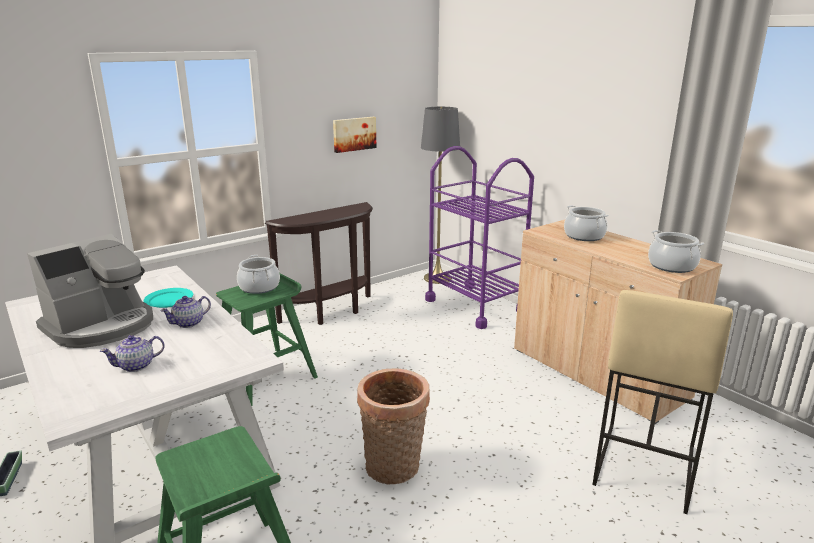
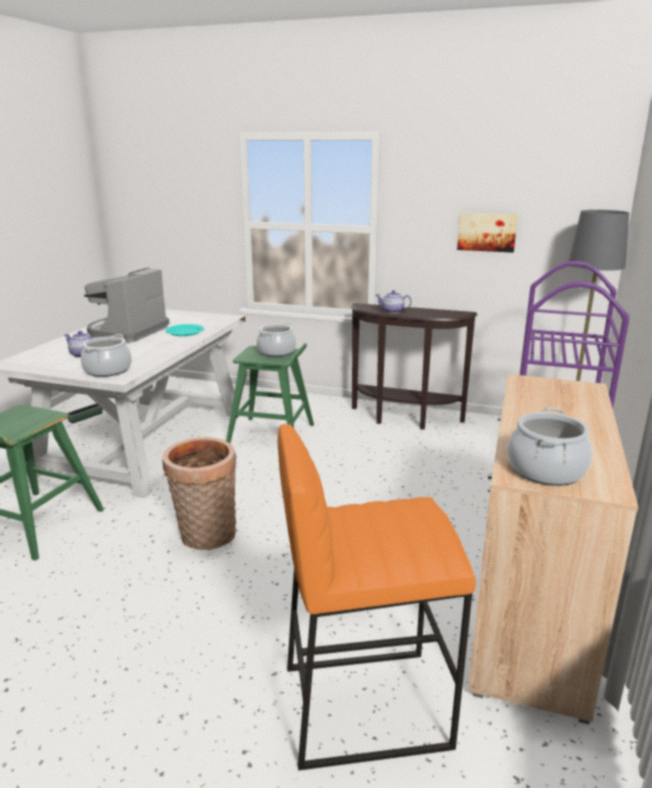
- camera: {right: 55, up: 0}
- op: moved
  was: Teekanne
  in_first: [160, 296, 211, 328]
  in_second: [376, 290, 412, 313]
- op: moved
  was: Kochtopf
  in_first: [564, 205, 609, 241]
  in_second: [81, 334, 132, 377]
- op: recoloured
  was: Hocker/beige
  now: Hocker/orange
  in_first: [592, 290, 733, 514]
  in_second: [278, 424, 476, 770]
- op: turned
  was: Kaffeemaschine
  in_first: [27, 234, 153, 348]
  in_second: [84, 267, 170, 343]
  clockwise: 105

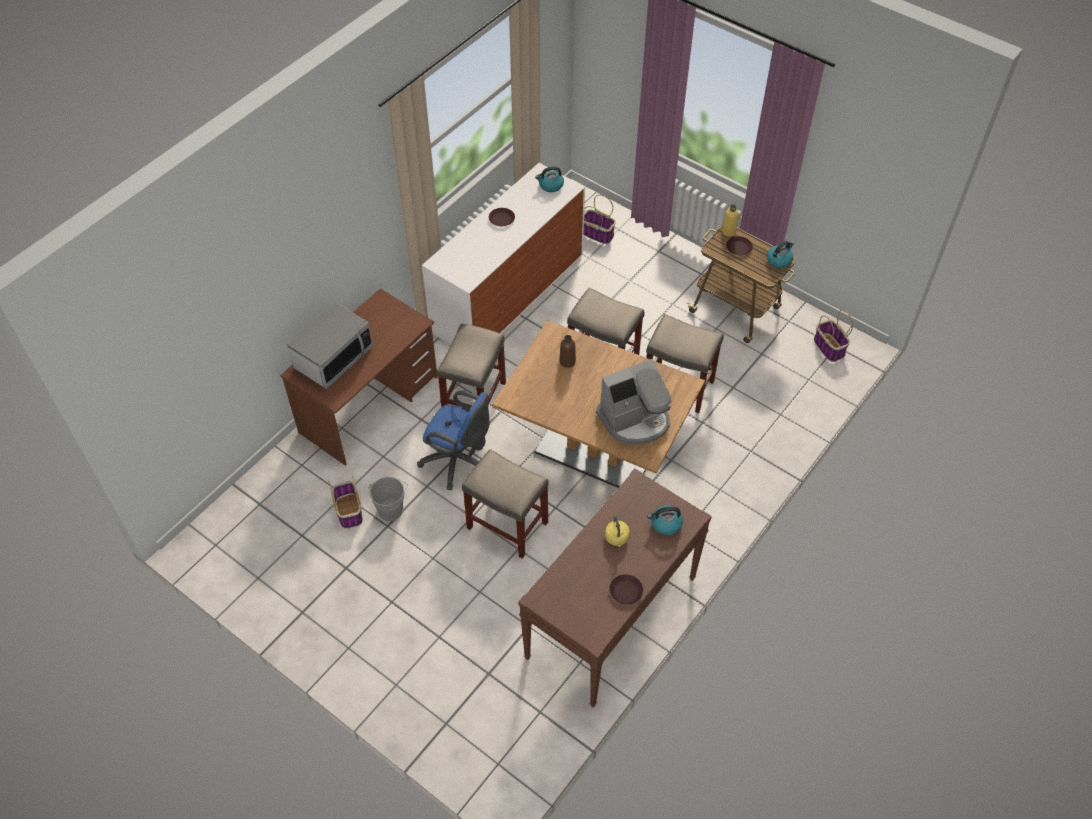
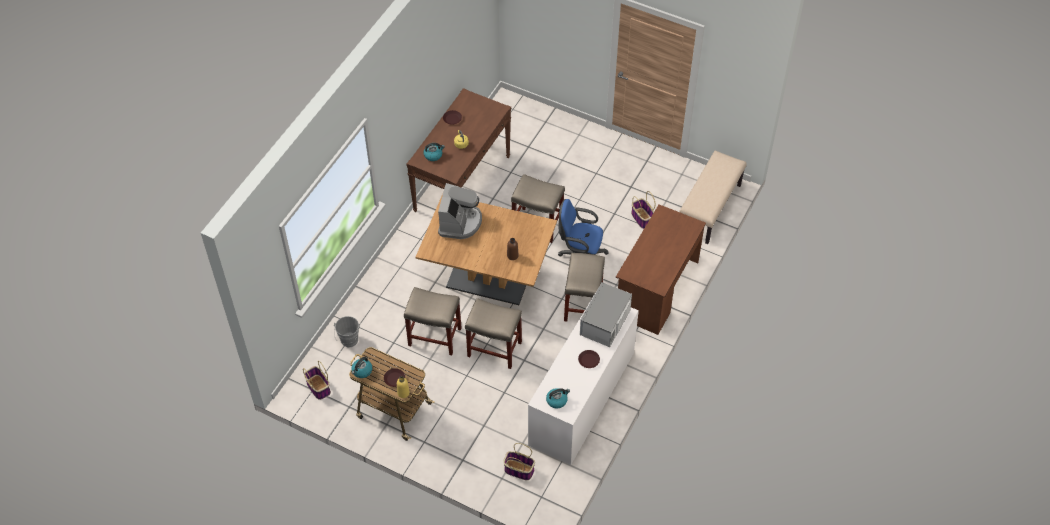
- camera: {right: 170, up: 0}
- op: added
  now: Bank/beige
  in_second: [679, 151, 747, 244]
- op: moved
  was: Mikrowelle
  in_first: [287, 302, 373, 389]
  in_second: [580, 282, 632, 347]
- op: moved
  was: Eimer/grau
  in_first: [368, 477, 408, 521]
  in_second: [334, 316, 360, 347]
- op: turned
  was: Kaffeemaschine
  in_first: [596, 359, 672, 445]
  in_second: [438, 183, 482, 239]
  clockwise: 135

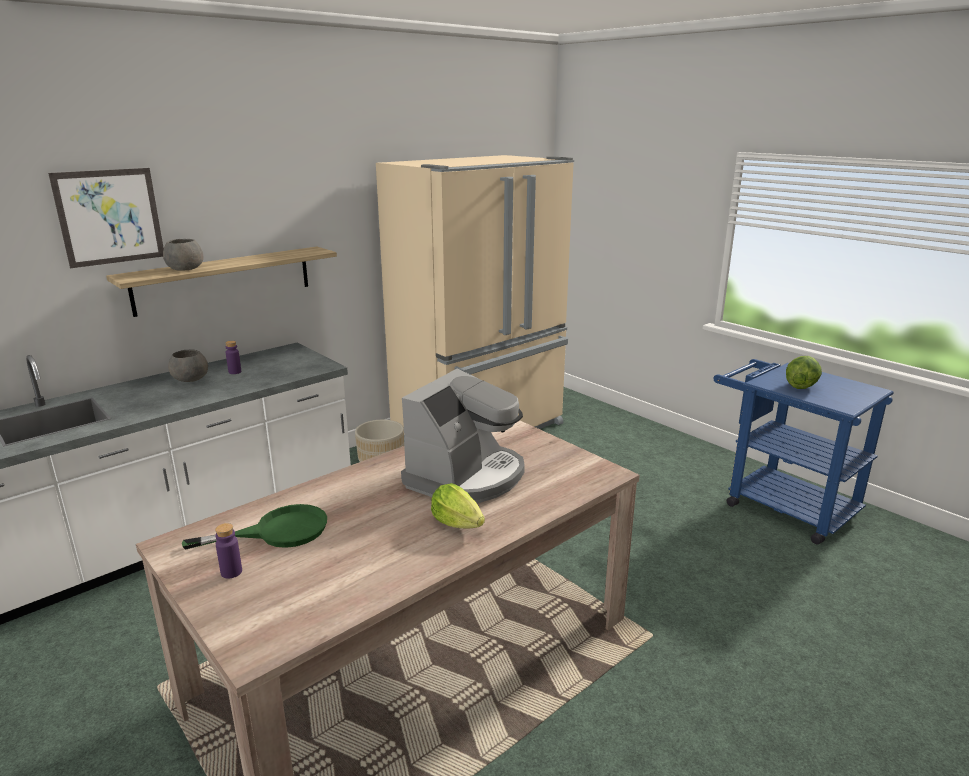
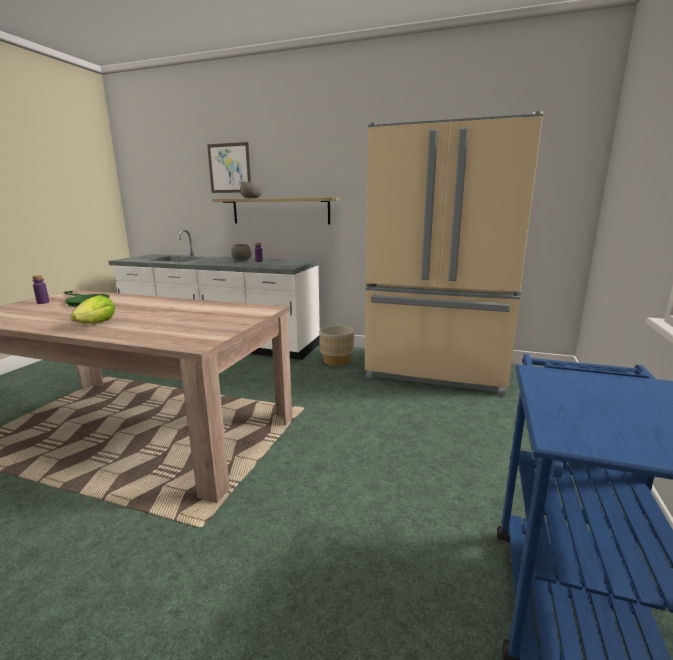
- camera: {right: 60, up: -5}
- op: removed
  was: Kaffeemaschine
  in_first: [401, 368, 525, 503]
- op: removed
  was: Salatkopf
  in_first: [786, 356, 822, 389]

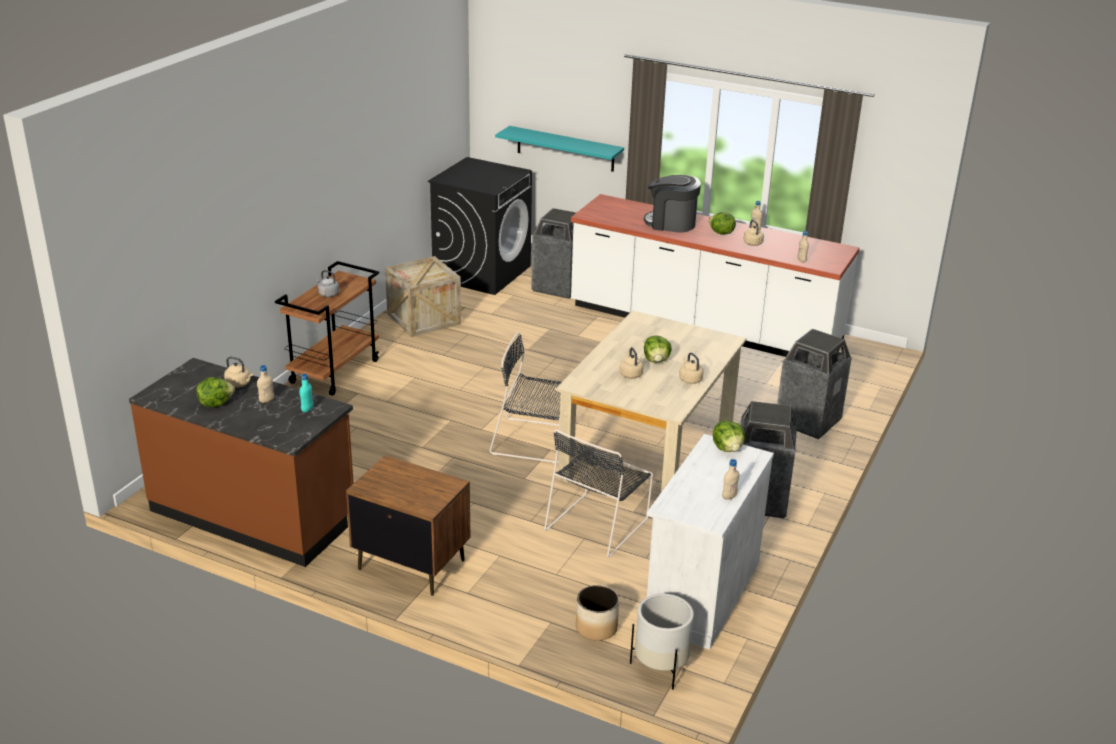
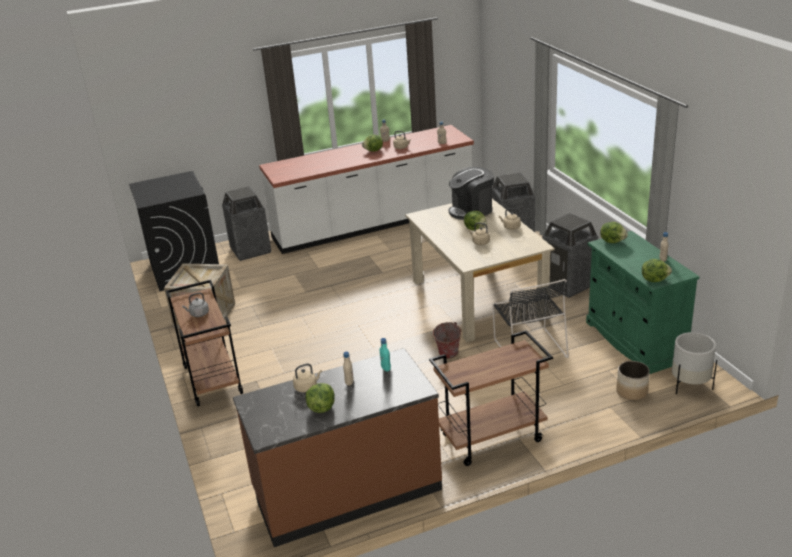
- camera: {right: -45, up: 0}
- op: removed
  was: Stuhl/schwarz
  in_first: [490, 332, 561, 463]
- op: removed
  was: Wandregal/türkis
  in_first: [495, 126, 624, 172]
- op: added
  now: Eimer
  in_second: [431, 322, 461, 359]
- op: added
  now: Salatkopf
  in_second: [642, 259, 672, 282]
- op: moved
  was: Kaffeemaschine
  in_first: [644, 175, 701, 233]
  in_second: [449, 167, 494, 220]
- op: replaced
  was: Nachttisch/braun
  now: Rollwagen/braun
  in_first: [346, 455, 470, 596]
  in_second: [429, 330, 553, 466]
- op: recoloured
  was: Schrank/weiß
  now: Schrank/grün
  in_first: [647, 434, 774, 650]
  in_second: [586, 231, 699, 374]

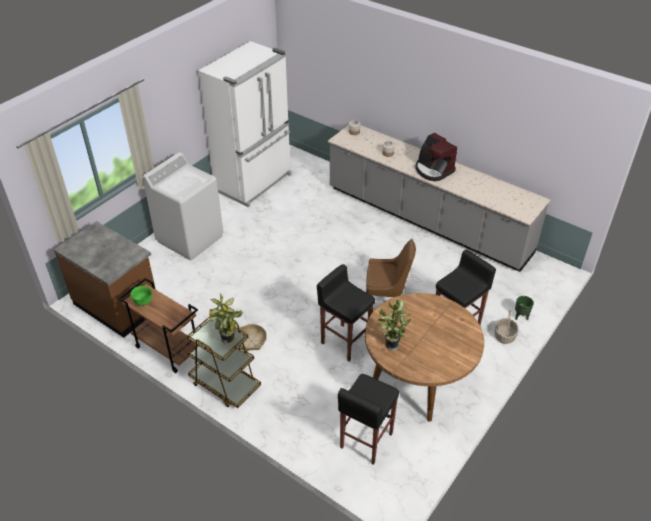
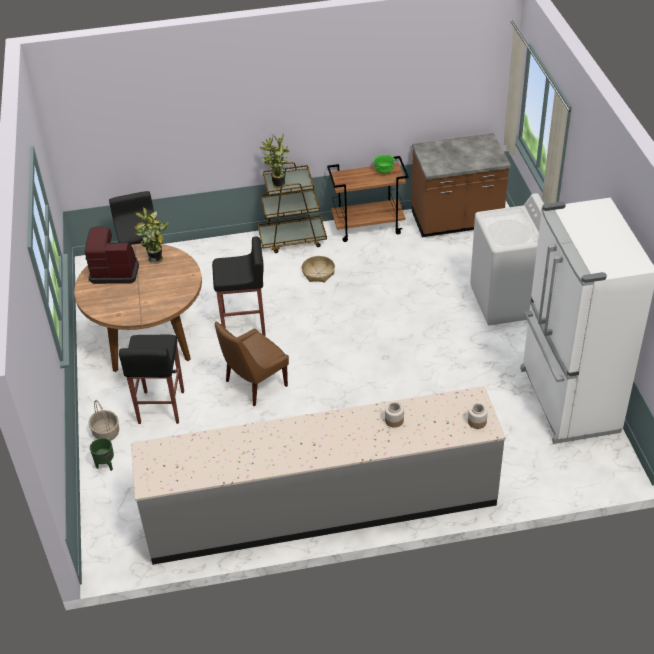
- camera: {right: 135, up: 0}
- op: moved
  was: Kaffeemaschine
  in_first: [415, 133, 457, 181]
  in_second: [85, 226, 139, 284]

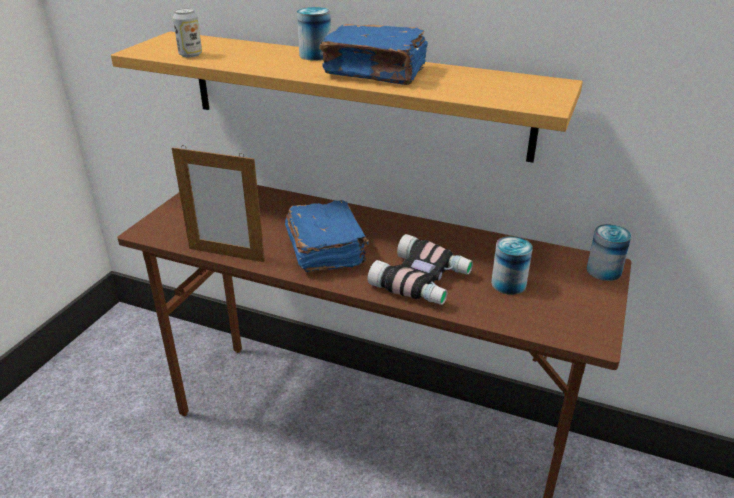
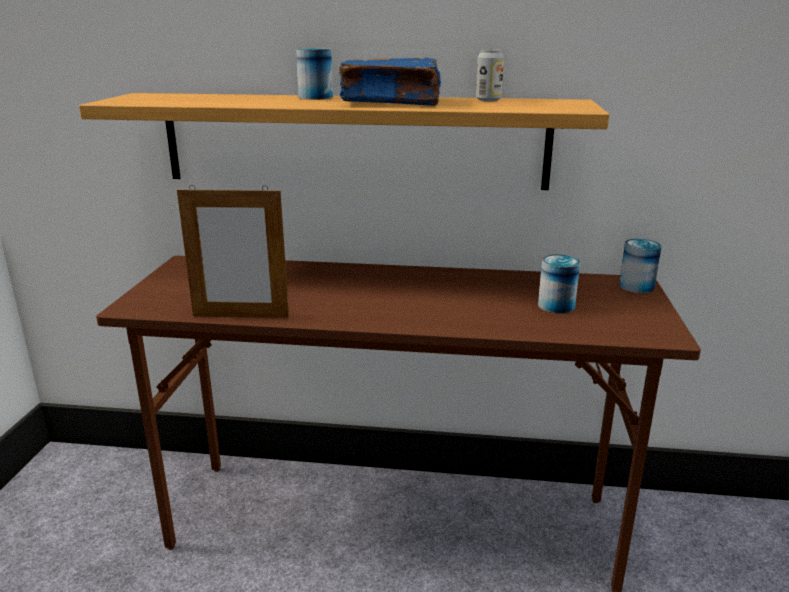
- camera: {right: -15, up: -10}
- op: removed
  was: Buch/blau
  in_first: [285, 200, 369, 272]
- op: removed
  was: Fernglas
  in_first: [367, 234, 473, 305]
- op: moved
  was: Dose
  in_first: [173, 8, 202, 58]
  in_second: [476, 49, 504, 102]

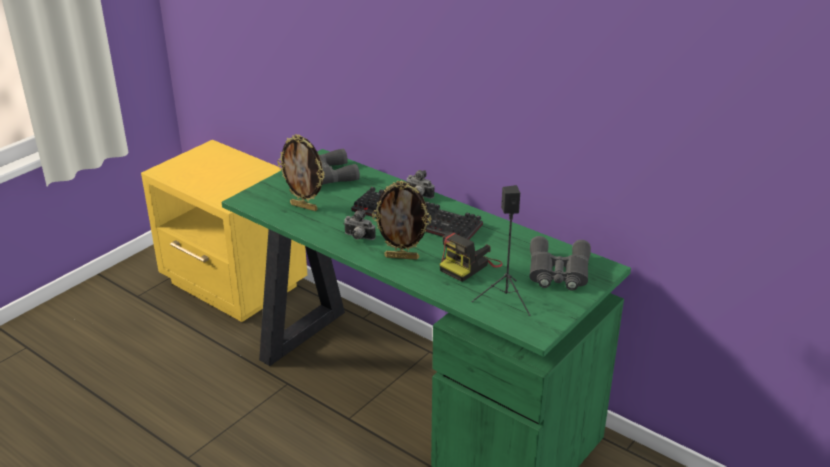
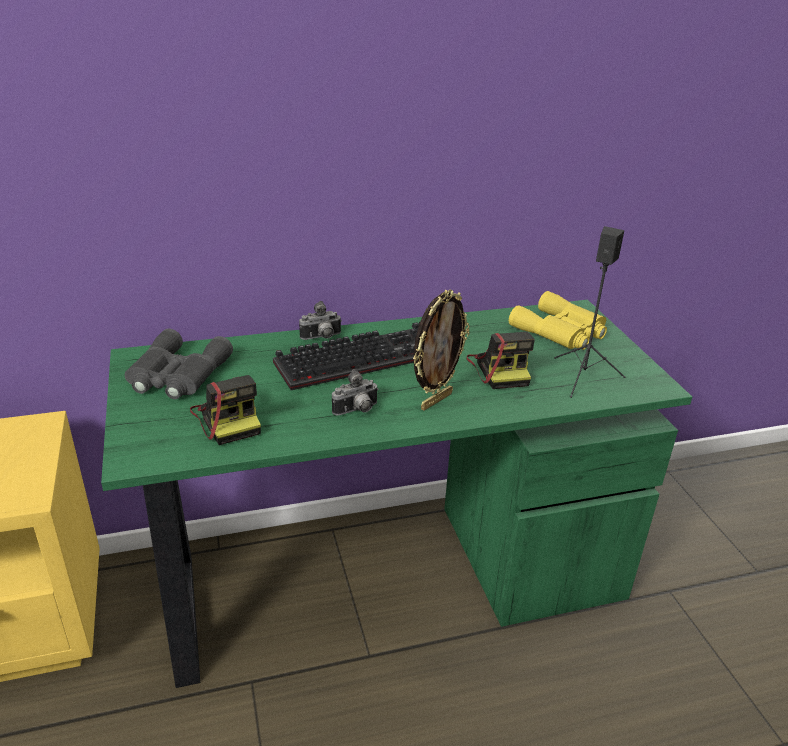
- camera: {right: -55, up: 0}
- op: replaced
  was: Bilderrahmen
  now: Kamera
  in_first: [277, 134, 325, 211]
  in_second: [190, 375, 261, 445]
- op: recoloured
  was: Fernglas/grau
  now: Fernglas/gelb
  in_first: [529, 236, 591, 290]
  in_second: [509, 291, 607, 350]

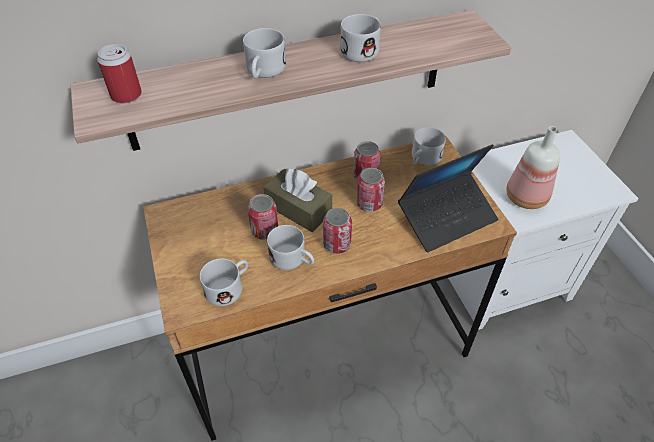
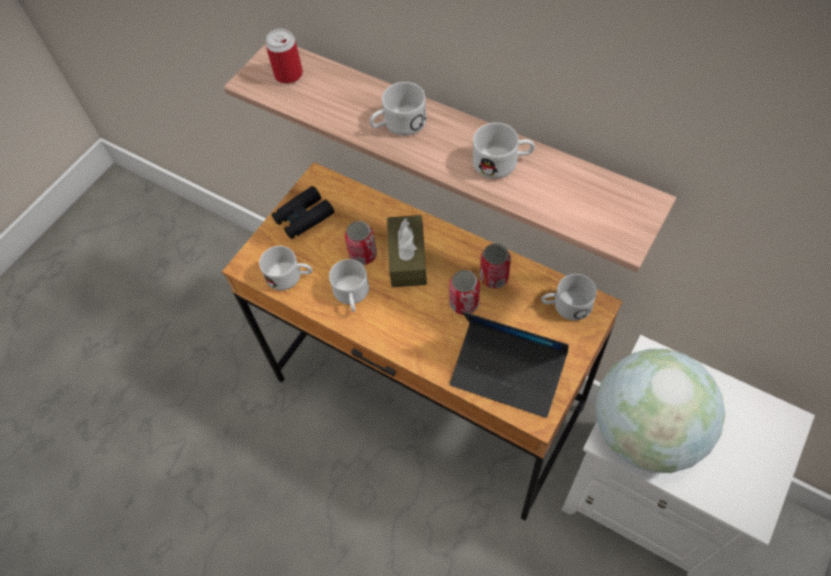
- camera: {right: 55, up: 10}
- op: removed
  was: Dose
  in_first: [323, 208, 352, 254]
- op: added
  now: Fernglas/schwarz
  in_second: [272, 186, 334, 239]
- op: replaced
  was: Flasche
  now: Globus
  in_first: [506, 126, 560, 209]
  in_second: [595, 349, 725, 473]

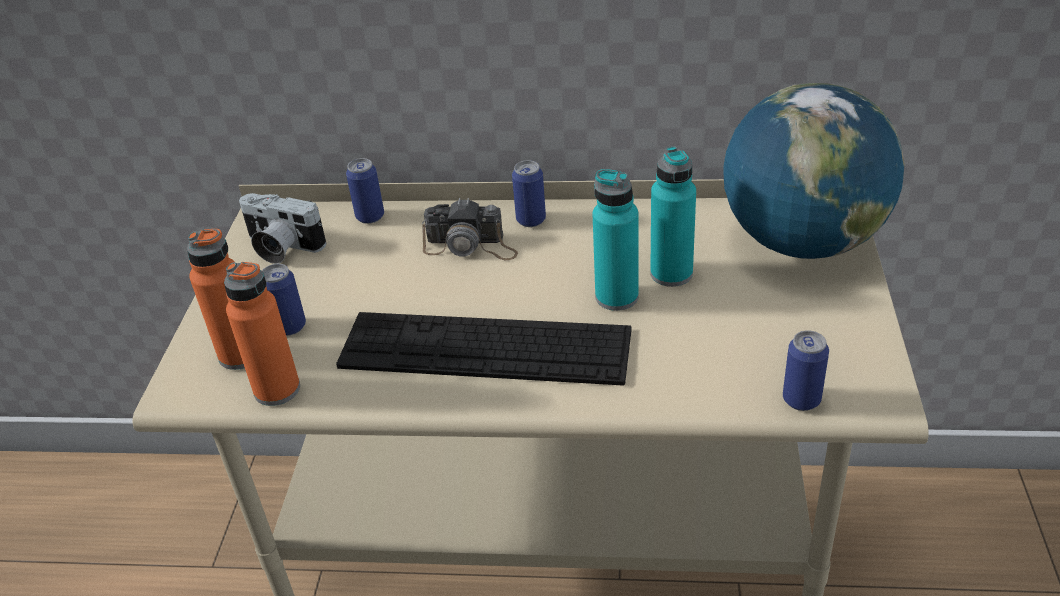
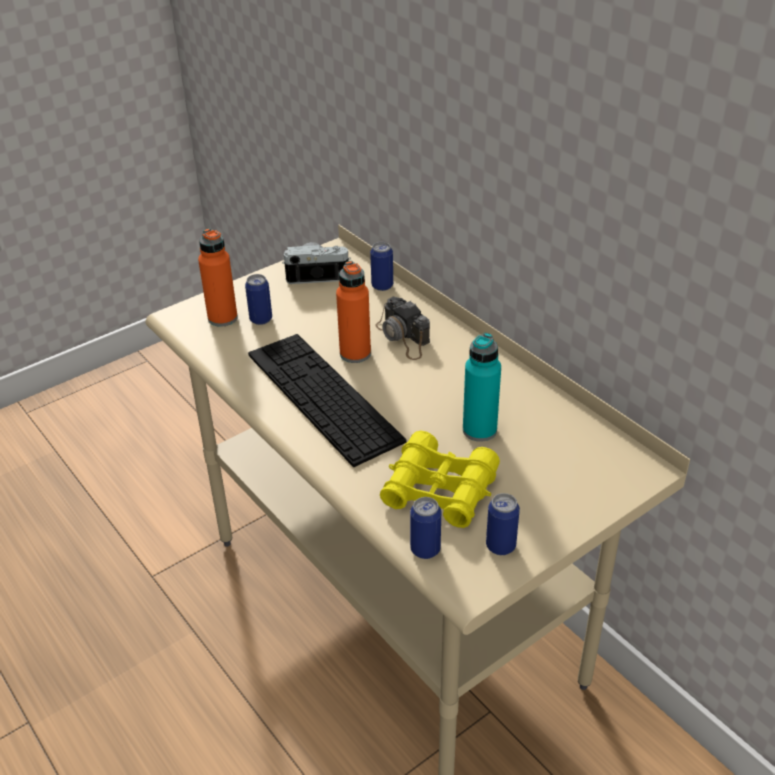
- camera: {right: 45, up: 0}
- op: removed
  was: Flasche/türkis
  in_first: [592, 169, 639, 311]
- op: removed
  was: Globus
  in_first: [724, 83, 905, 259]
- op: added
  now: Fernglas/gelb
  in_second: [380, 430, 500, 528]
- op: moved
  was: Flasche/orange
  in_first: [224, 262, 300, 406]
  in_second: [336, 261, 371, 363]
- op: moved
  was: Dose
  in_first: [512, 160, 546, 227]
  in_second: [486, 493, 520, 555]
- op: turned
  was: Kamera
  in_first: [239, 193, 327, 264]
  in_second: [282, 242, 351, 284]
  clockwise: 105

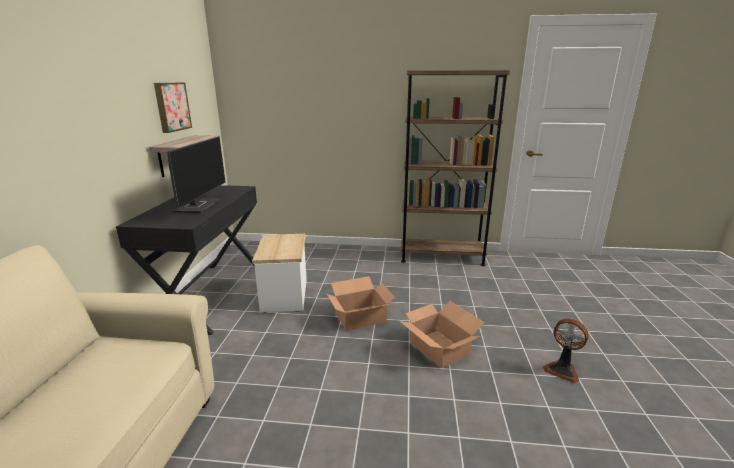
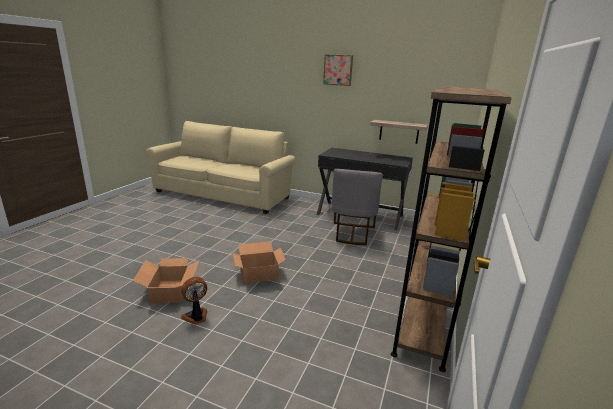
- camera: {right: 105, up: 0}
- op: removed
  was: Monitor
  in_first: [167, 136, 226, 213]
- op: moved
  was: Bild
  in_first: [154, 83, 192, 133]
  in_second: [323, 54, 353, 86]
- op: moved
  was: Karton
  in_first: [327, 276, 395, 331]
  in_second: [133, 258, 200, 303]
- op: replaced
  was: Beistelltisch
  now: Stuhl/grau
  in_first: [252, 234, 307, 313]
  in_second: [332, 169, 383, 245]

